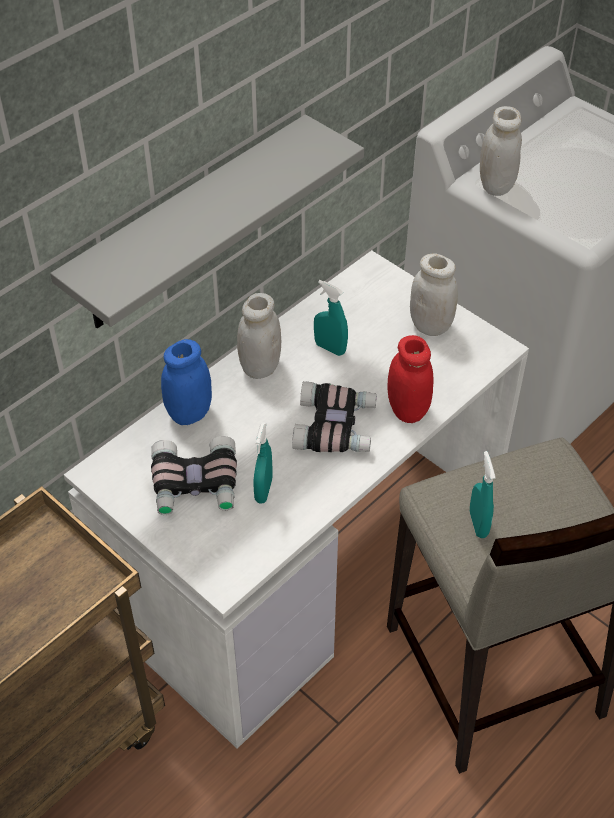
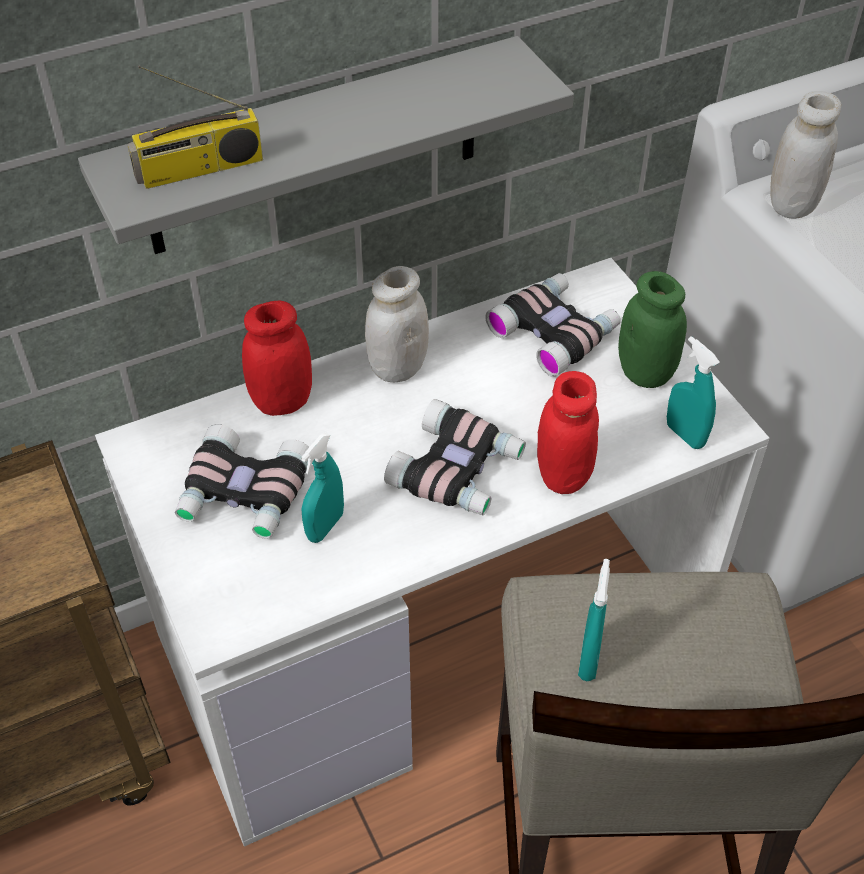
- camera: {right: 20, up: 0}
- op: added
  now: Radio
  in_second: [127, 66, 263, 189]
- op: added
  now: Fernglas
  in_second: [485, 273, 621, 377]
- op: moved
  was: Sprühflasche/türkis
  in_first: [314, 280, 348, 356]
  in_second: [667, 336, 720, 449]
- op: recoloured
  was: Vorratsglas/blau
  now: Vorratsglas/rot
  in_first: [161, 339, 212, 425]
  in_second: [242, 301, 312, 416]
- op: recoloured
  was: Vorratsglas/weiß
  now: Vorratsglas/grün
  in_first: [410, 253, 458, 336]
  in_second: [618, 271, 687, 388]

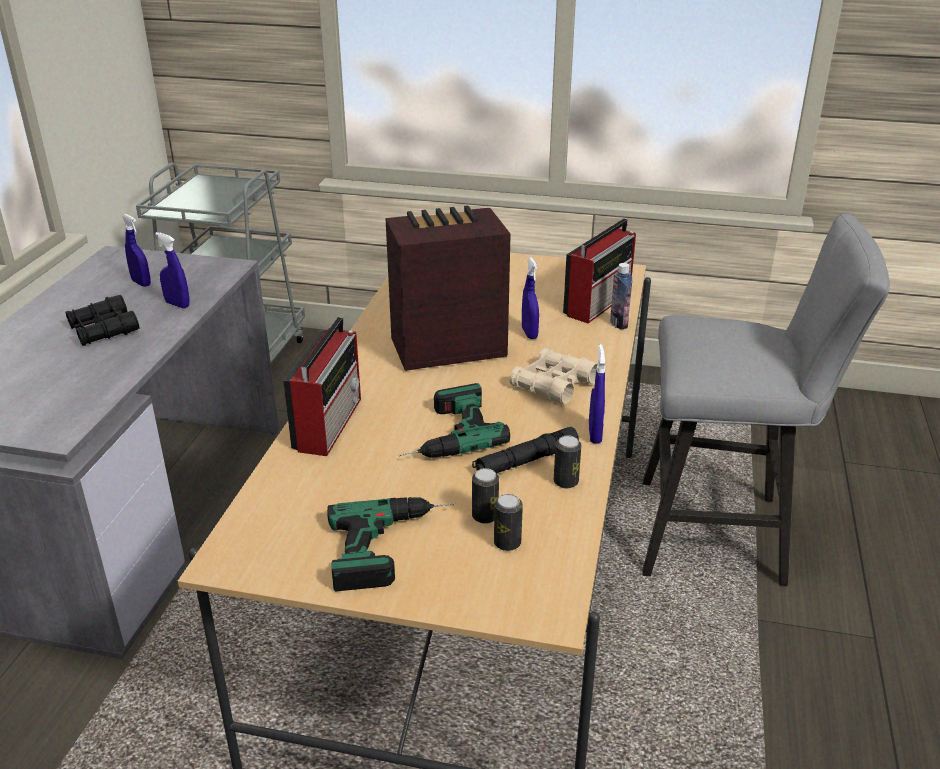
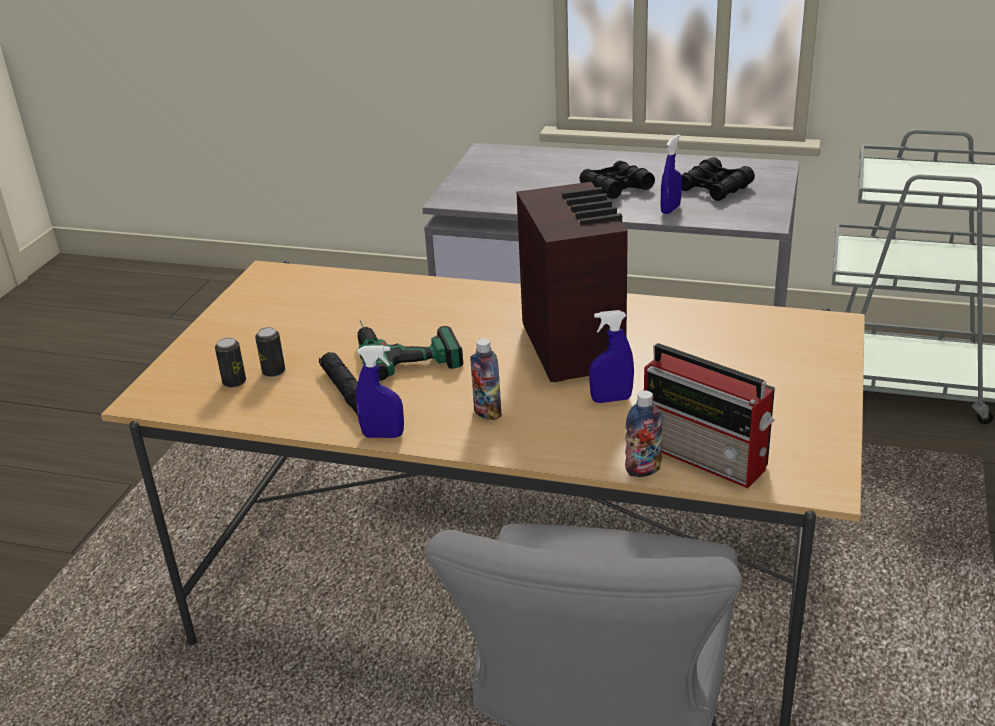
- camera: {right: 95, up: 0}
- op: removed
  was: Radio
  in_first: [283, 317, 361, 456]
- op: removed
  was: Bohrmaschine
  in_first: [327, 497, 455, 592]
- op: removed
  was: Dose
  in_first: [554, 435, 581, 488]
- op: replaced
  was: Sprühflasche/blau
  now: Fernglas/schwarz
  in_first: [122, 214, 151, 287]
  in_second: [681, 157, 755, 201]
- op: replaced
  was: Fernglas/beige
  now: Flasche
  in_first: [510, 348, 598, 404]
  in_second: [470, 338, 502, 420]

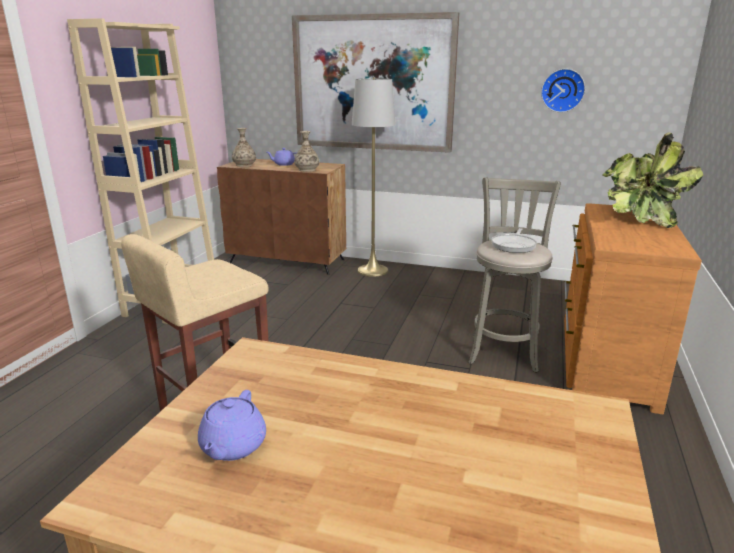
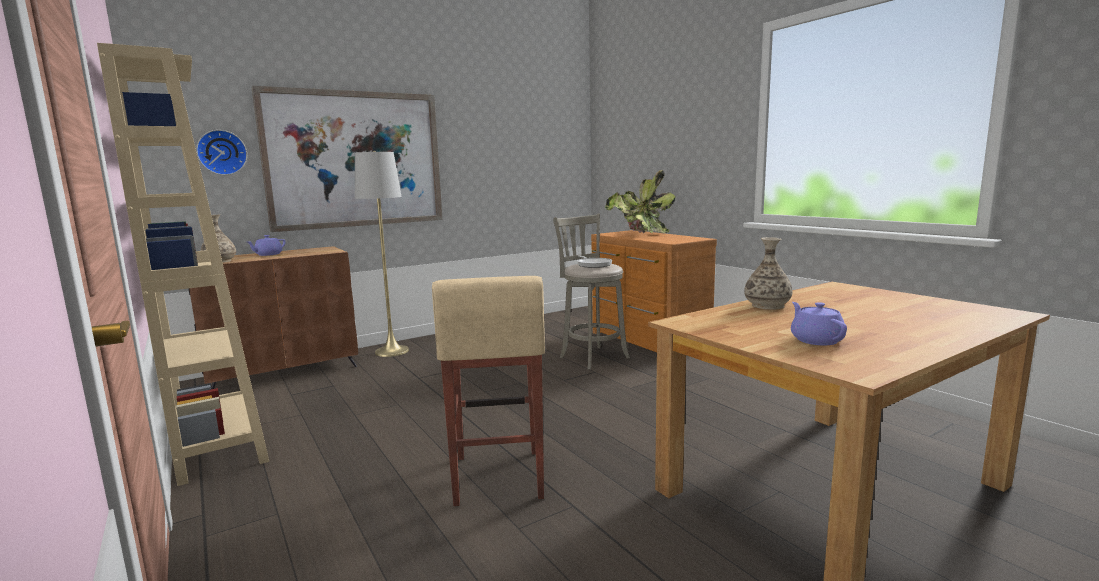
- camera: {right: -50, up: -10}
- op: moved
  was: Vase
  in_first: [294, 131, 319, 172]
  in_second: [744, 237, 793, 310]
- op: moved
  was: Wanduhr
  in_first: [541, 69, 585, 113]
  in_second: [196, 130, 247, 175]
- op: turned
  was: Teekanne/lila
  in_first: [198, 390, 266, 461]
  in_second: [791, 302, 847, 345]
  clockwise: -150

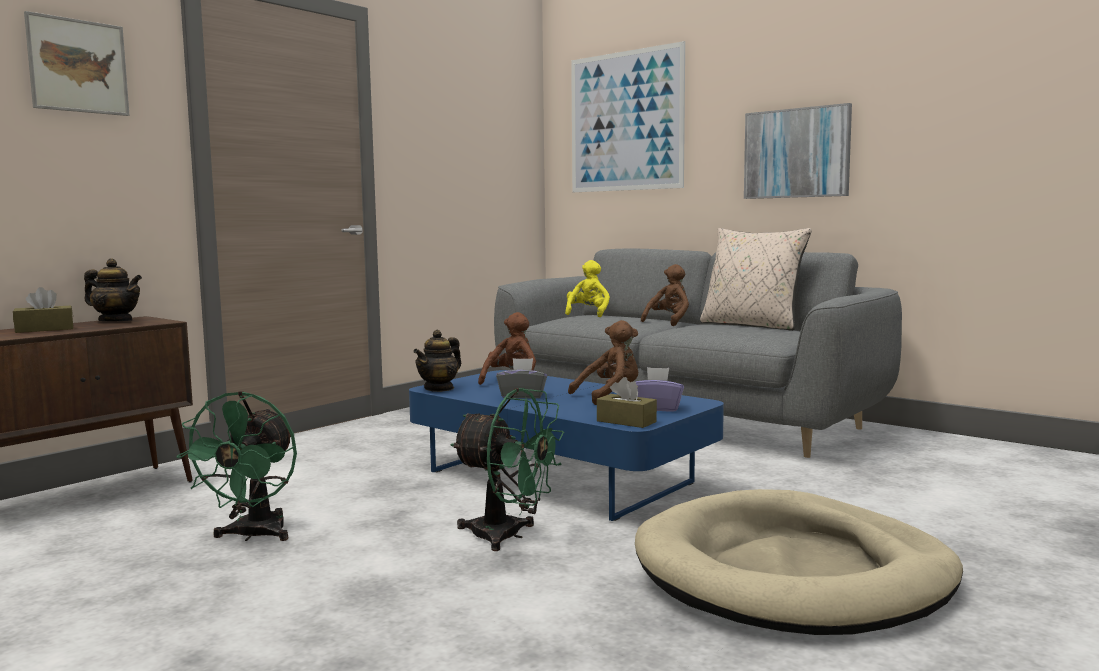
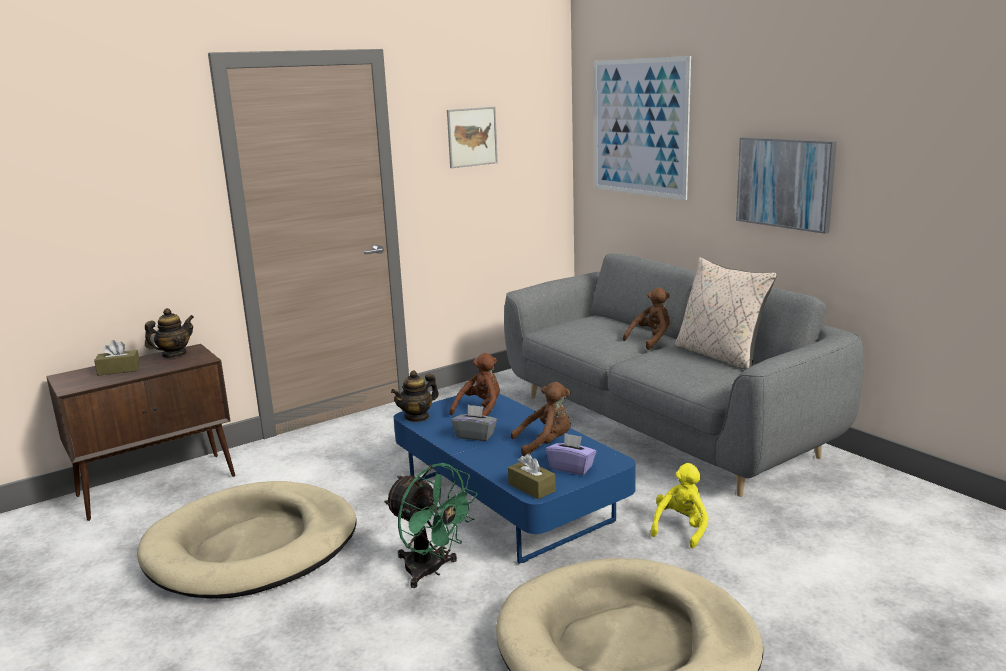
- camera: {right: 15, up: 10}
- op: moved
  was: Bild
  in_first: [24, 11, 130, 116]
  in_second: [447, 107, 498, 168]
- op: moved
  was: Plüschtier/gelb
  in_first: [565, 260, 610, 317]
  in_second: [650, 463, 709, 548]
- op: replaced
  was: Ventilator/grün
  now: Hundebett/beige
  in_first: [176, 391, 297, 541]
  in_second: [137, 481, 356, 599]
- op: turned
  was: Teekanne
  in_first: [84, 259, 142, 321]
  in_second: [145, 308, 194, 358]
  clockwise: -75

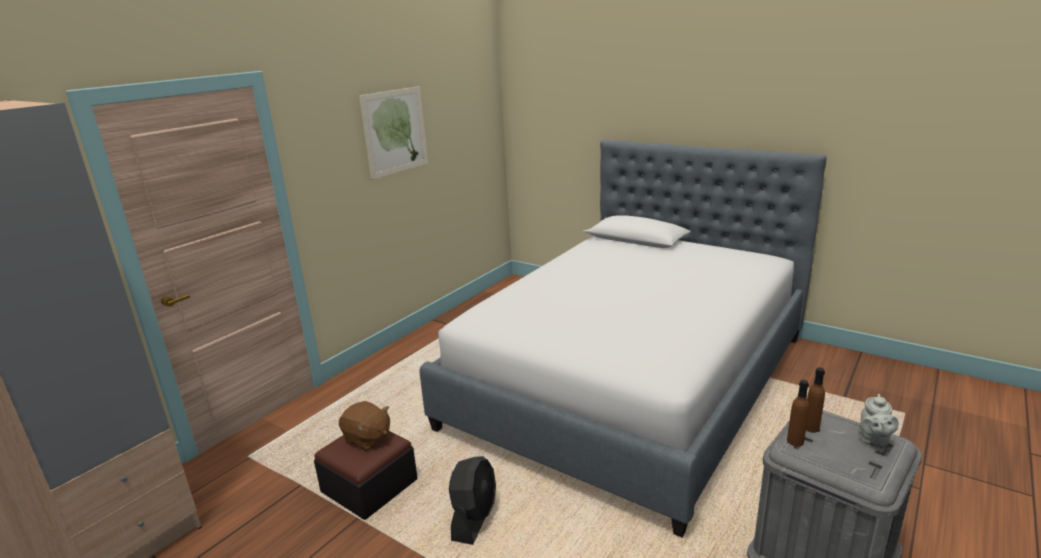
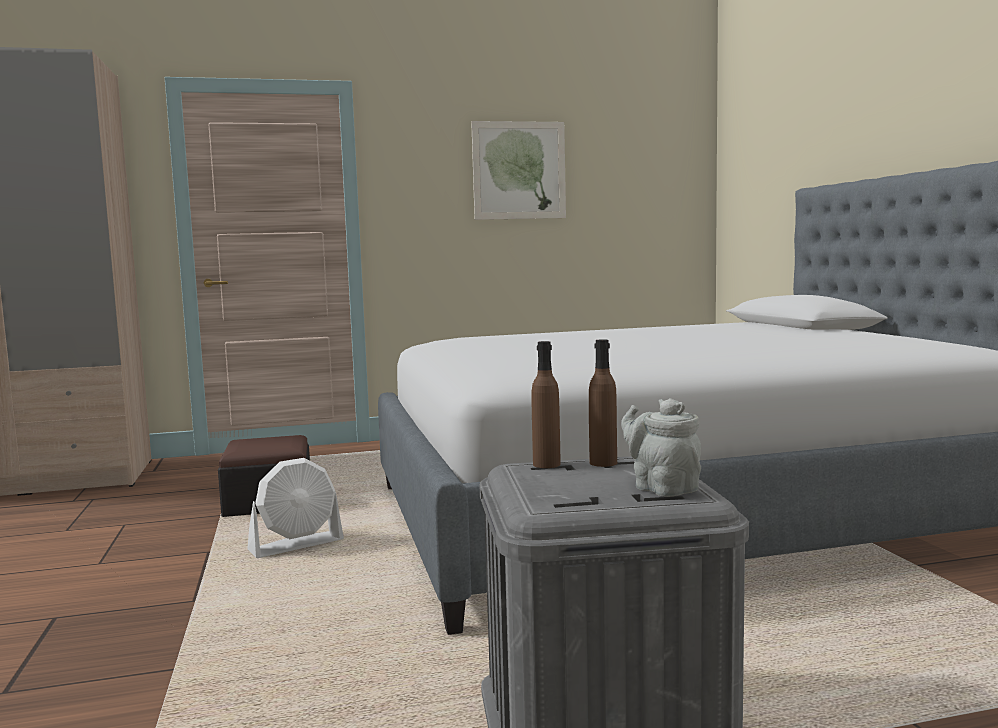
- camera: {right: 40, up: -15}
- op: removed
  was: Plüschtier/braun
  in_first: [339, 401, 390, 451]
- op: recoloured
  was: Ventilator/schwarz
  now: Ventilator/weiß
  in_first: [449, 456, 496, 545]
  in_second: [247, 458, 344, 558]
- op: turned
  was: Teekanne/grau
  in_first: [858, 394, 898, 448]
  in_second: [621, 398, 701, 497]
  clockwise: 90

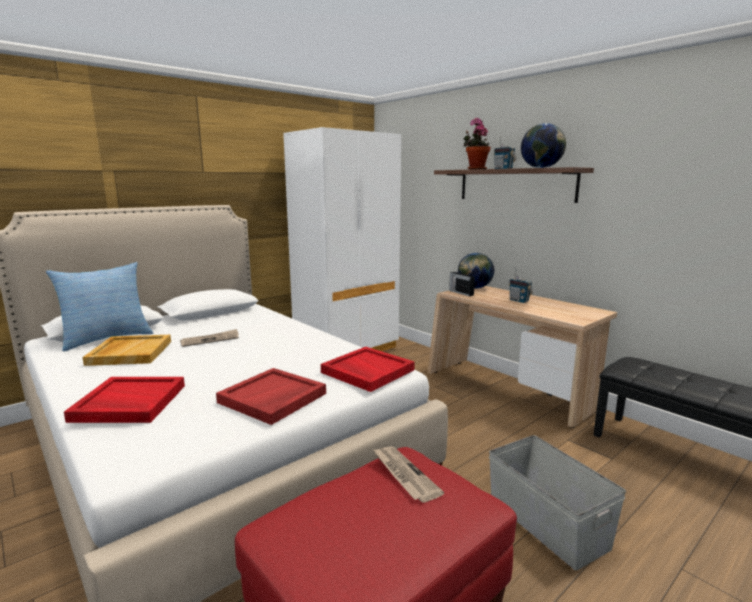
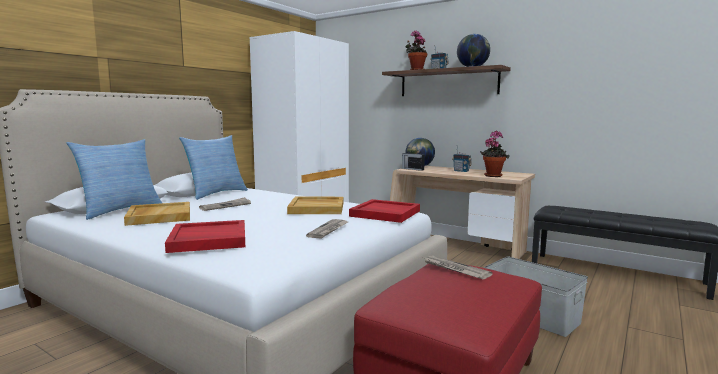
- camera: {right: -15, up: -5}
- op: added
  now: Kissen
  in_second: [179, 135, 248, 200]
- op: added
  now: Tablett/beige
  in_second: [287, 196, 343, 214]
- op: added
  now: Topfpflanze
  in_second: [480, 130, 510, 177]
- op: replaced
  was: Tablett/rot
  now: Zeitung
  in_first: [216, 368, 326, 425]
  in_second: [306, 219, 348, 239]

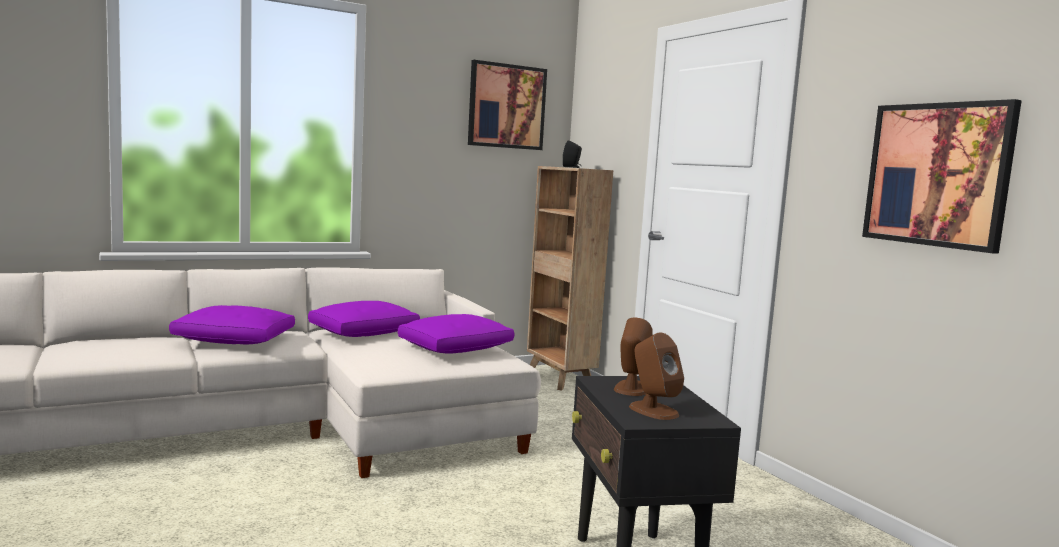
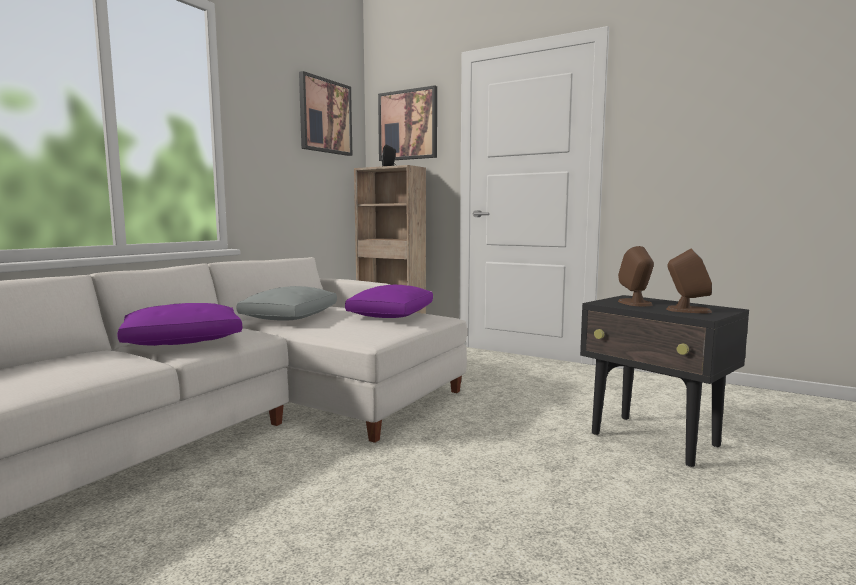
- camera: {right: -30, up: 0}
- op: moved
  was: Bild
  in_first: [862, 99, 1022, 253]
  in_second: [378, 85, 437, 161]
- op: recoloured
  was: Kissen/lila
  now: Kissen/grau
  in_first: [308, 301, 420, 337]
  in_second: [236, 286, 337, 321]

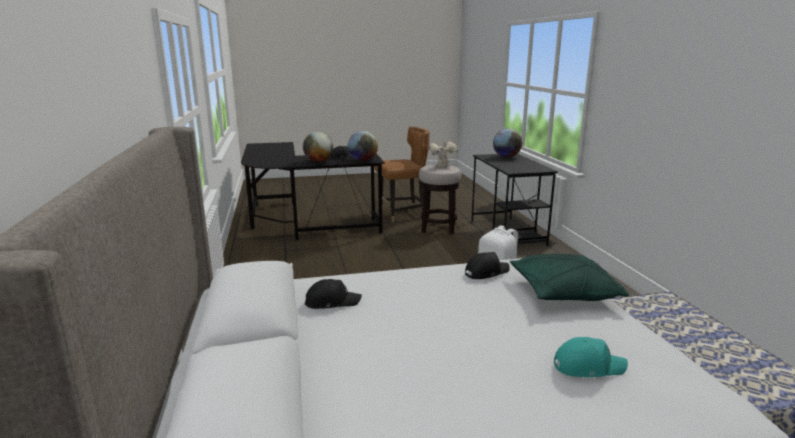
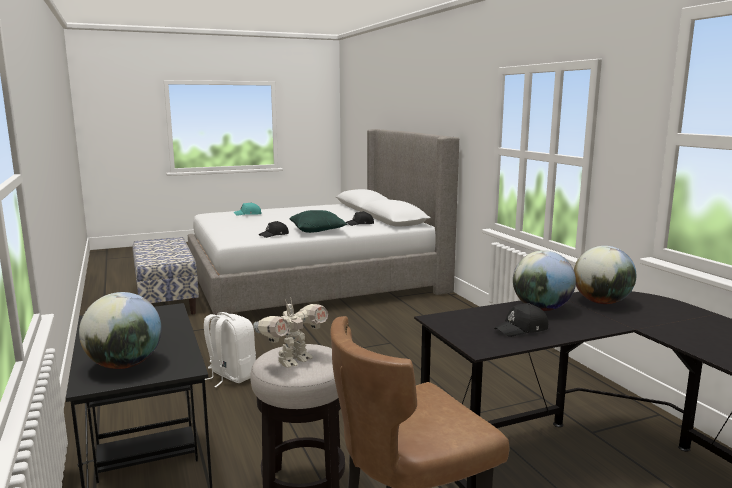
- camera: {right: 170, up: -5}
- op: moved
  was: Globus
  in_first: [348, 131, 378, 161]
  in_second: [574, 246, 636, 304]
- op: moved
  was: Kissen/grün
  in_first: [510, 253, 629, 301]
  in_second: [290, 210, 347, 233]

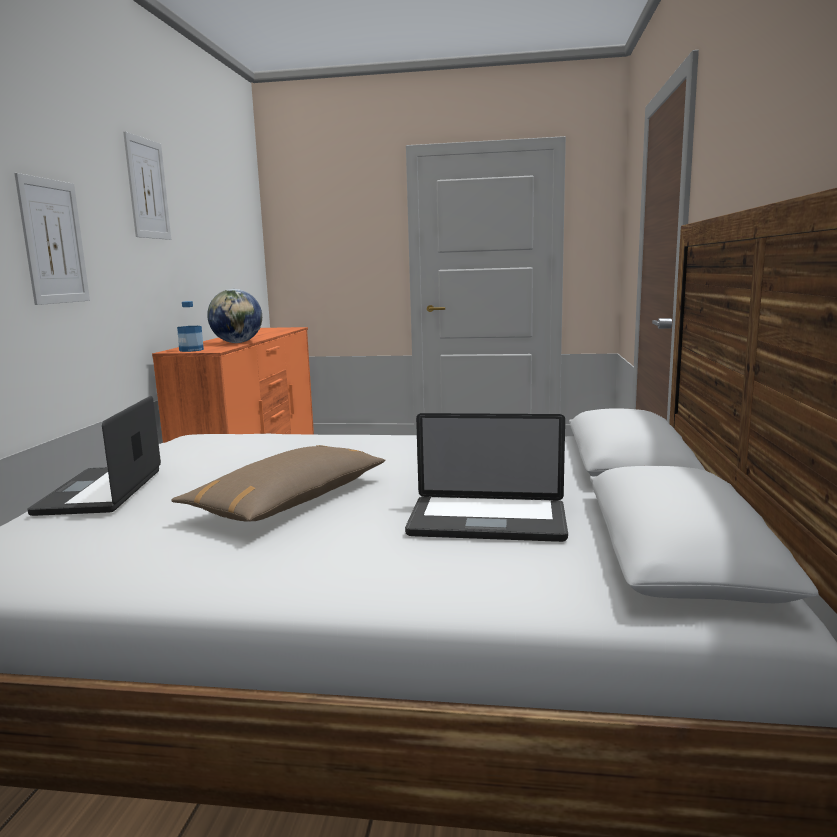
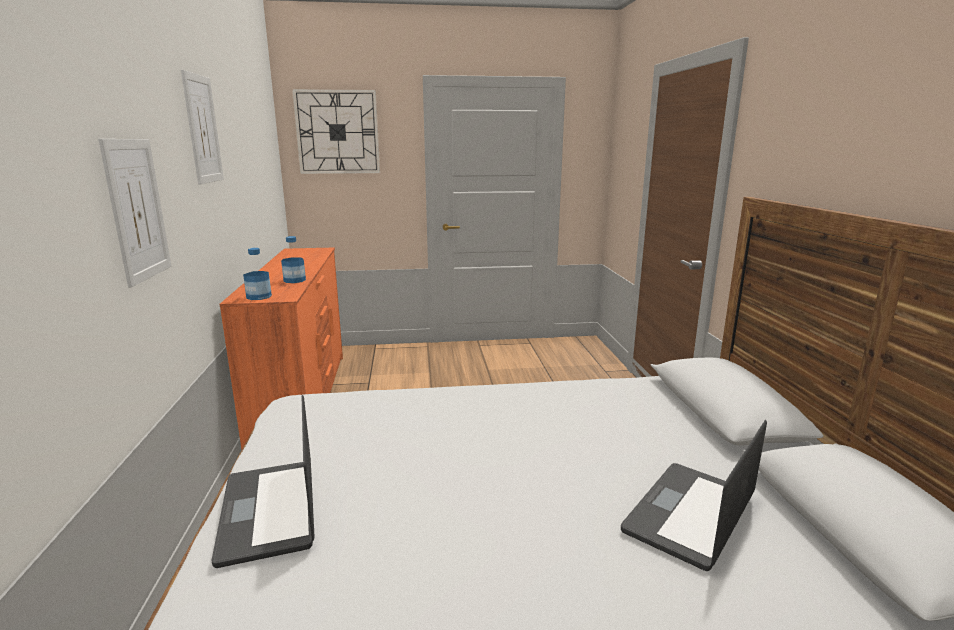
- camera: {right: -15, up: 5}
- op: removed
  was: Kissen/braun
  in_first: [172, 445, 385, 521]
- op: added
  now: Wanduhr
  in_second: [292, 89, 380, 174]
- op: replaced
  was: Globus
  now: Flasche
  in_first: [207, 289, 262, 343]
  in_second: [281, 236, 306, 283]
- op: turned
  was: Laptop
  in_first: [405, 413, 568, 542]
  in_second: [621, 420, 767, 571]
  clockwise: 135

